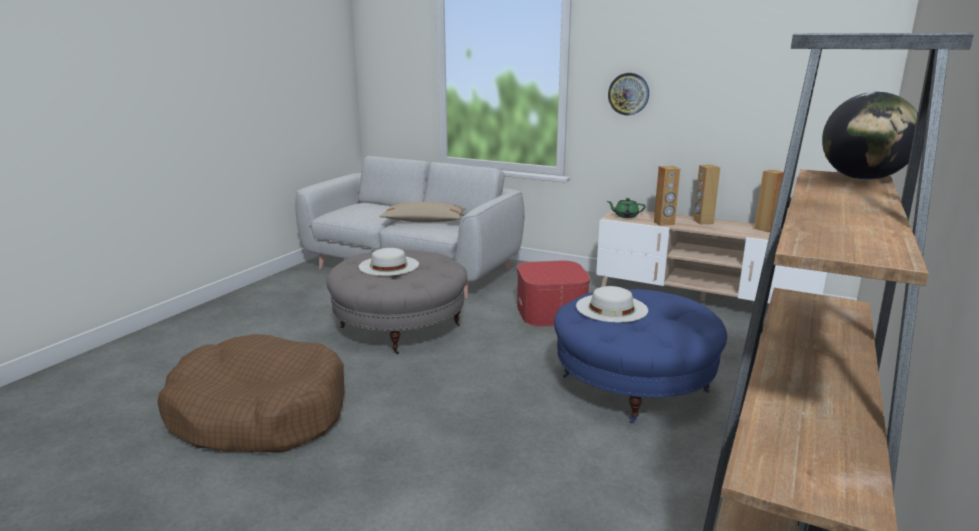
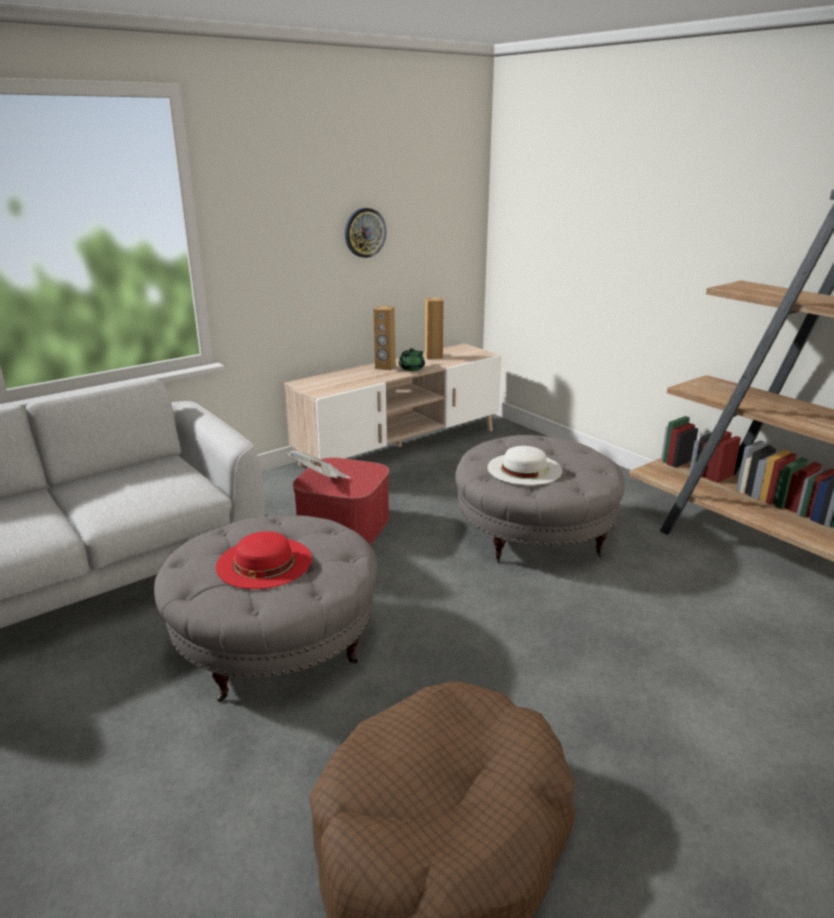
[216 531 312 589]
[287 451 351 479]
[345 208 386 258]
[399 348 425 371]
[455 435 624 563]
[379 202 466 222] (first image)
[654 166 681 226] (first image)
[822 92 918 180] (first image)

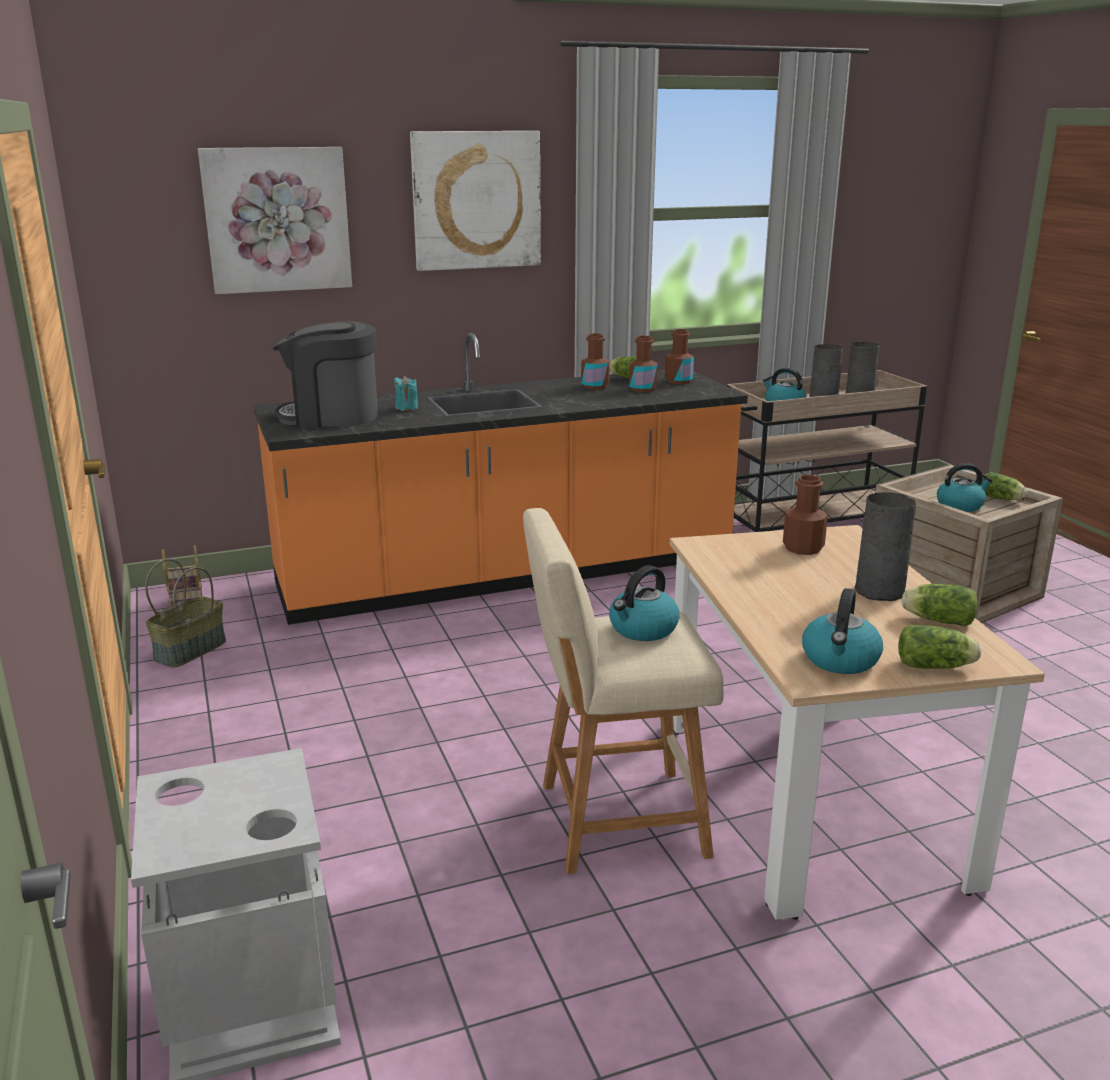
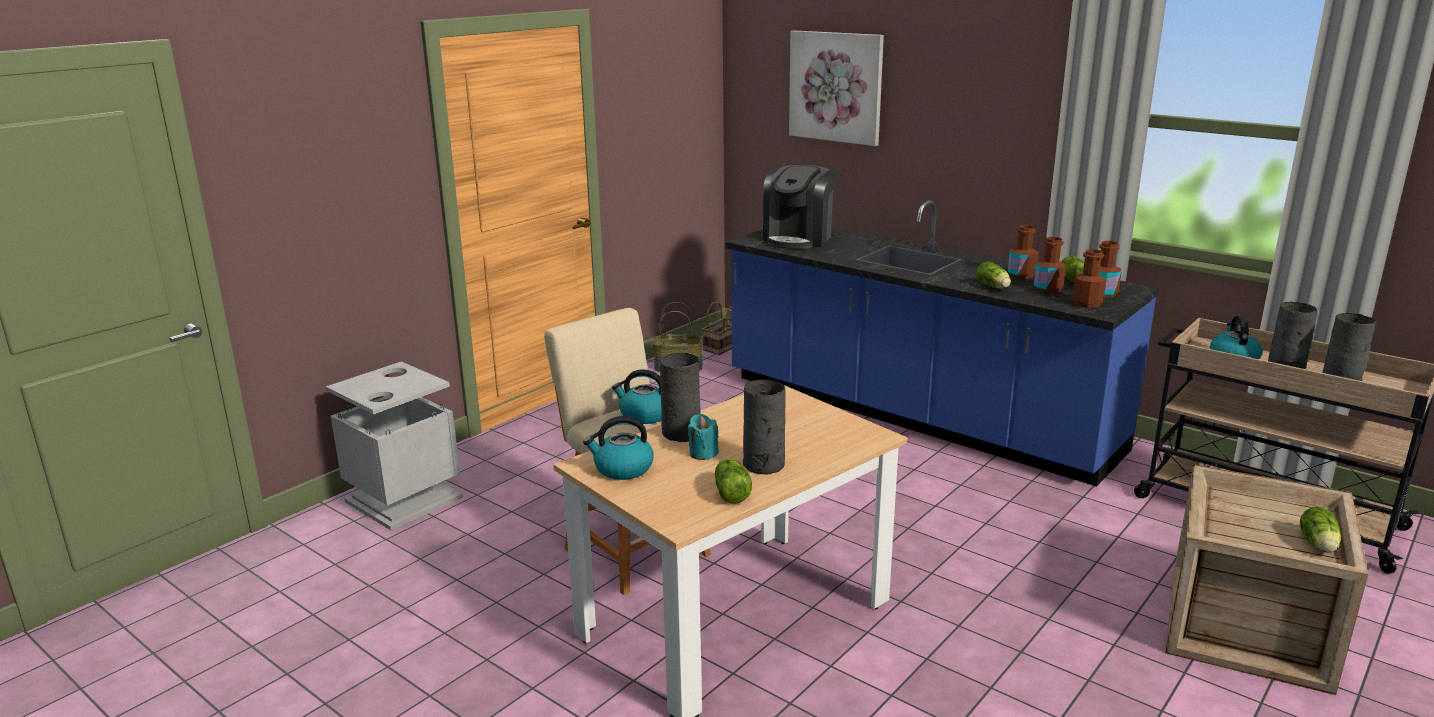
[660 353 700 442]
[687 414 719 460]
[726 200 1160 487]
[763 165 838 249]
[976 261 1011 289]
[1073 249 1106 308]
[410 131 541 271] (first image)
[937 463 993 512] (first image)

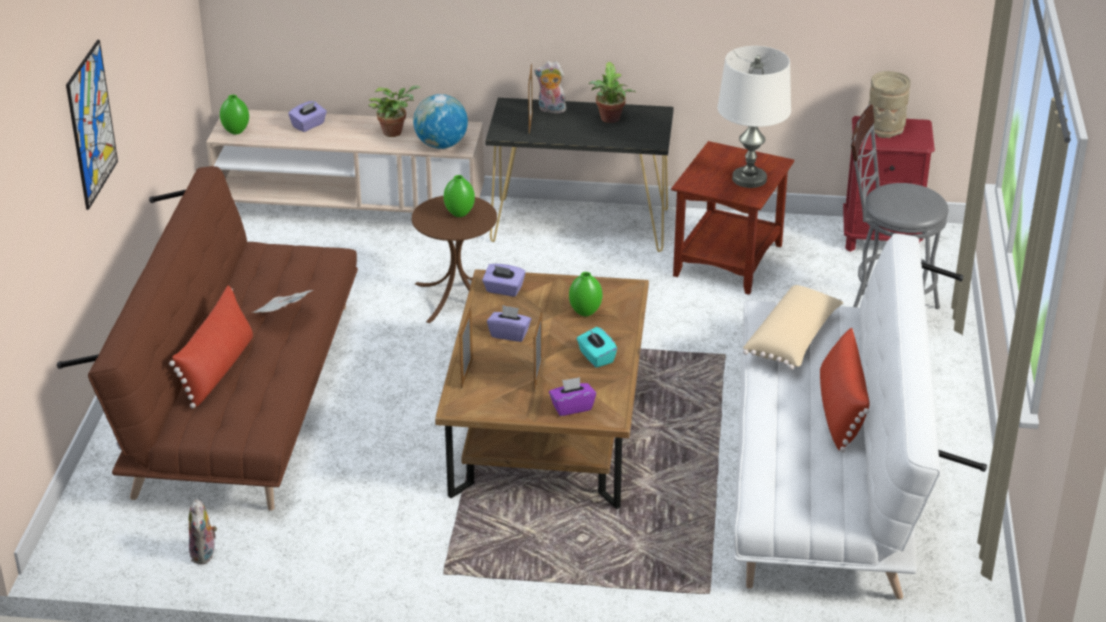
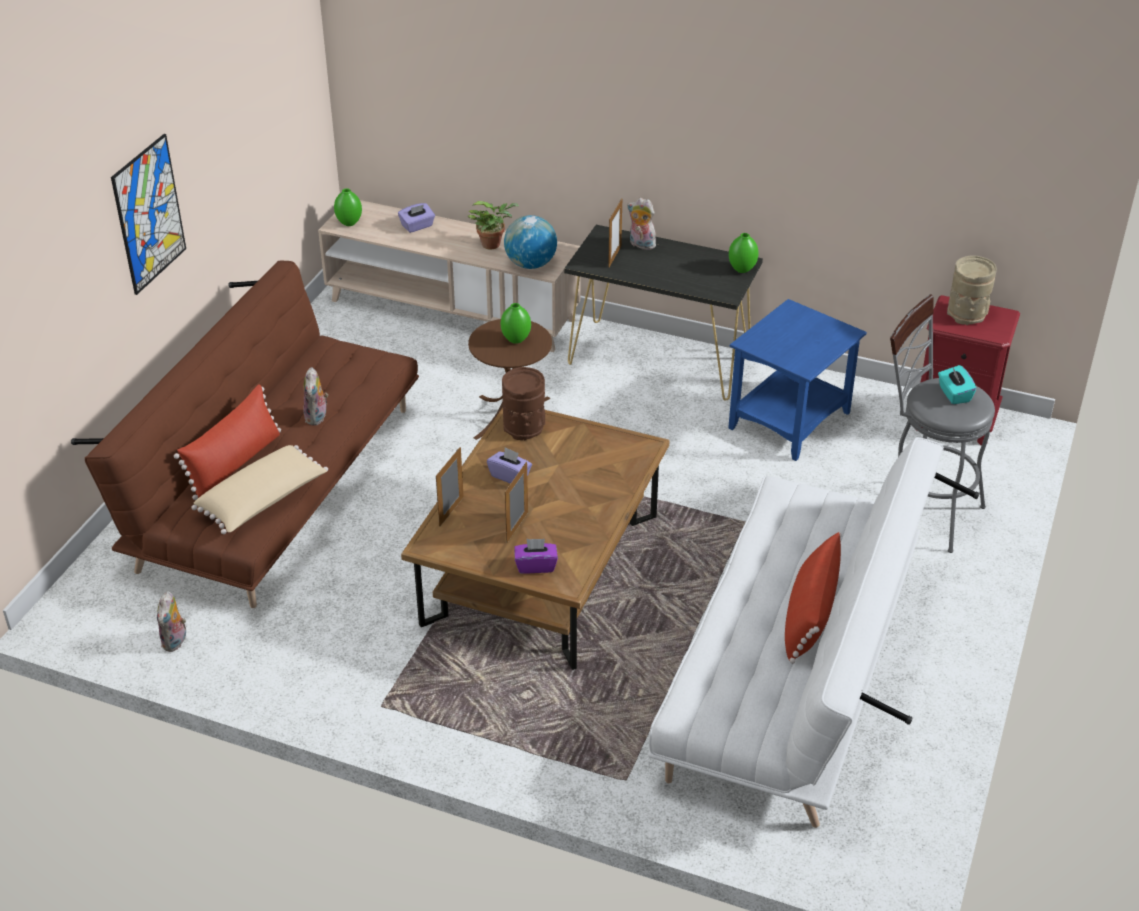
[191 445 328 535]
[303 367 328 426]
[502 367 545 440]
[728 299 867 461]
[729 233 759 273]
[938 365 976 404]
[589 62 636 123] (first image)
[718 46 791 188] (first image)

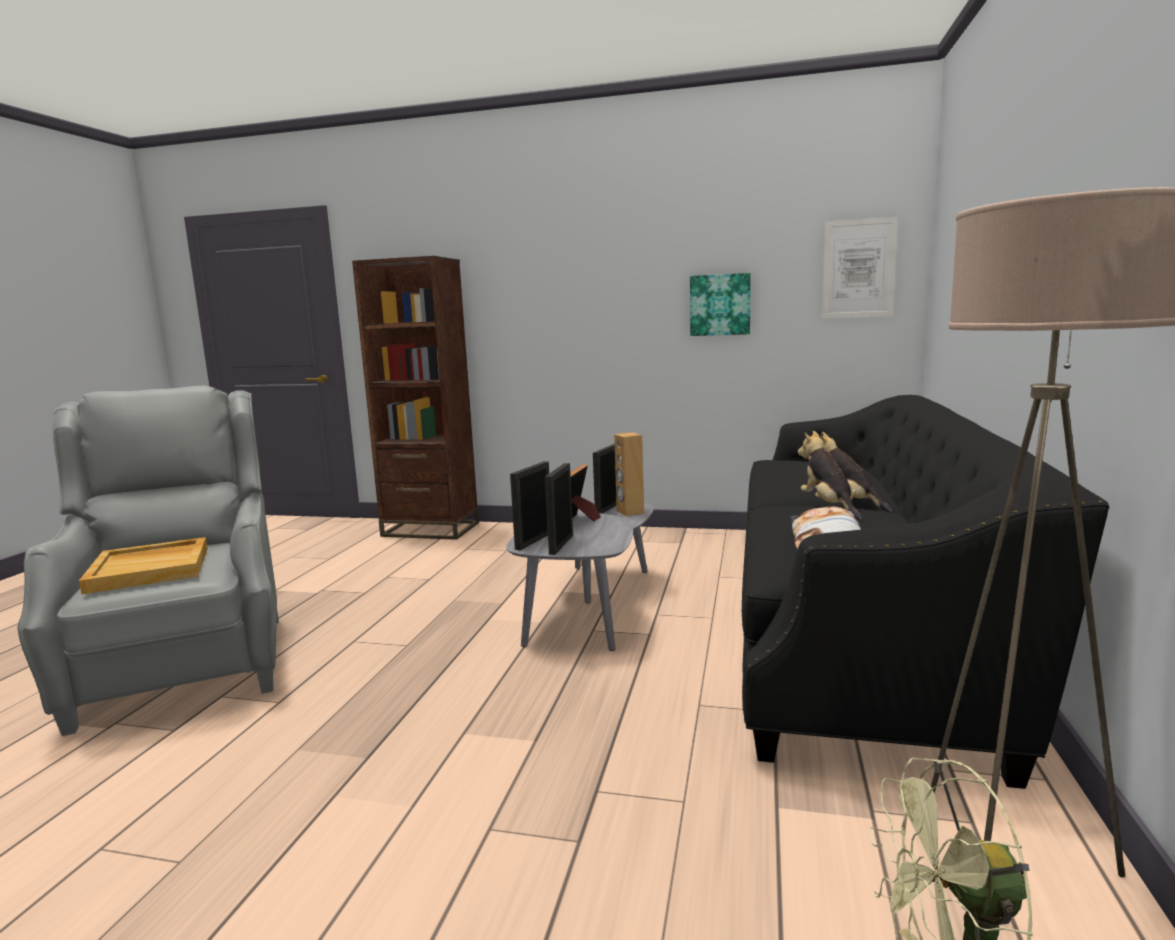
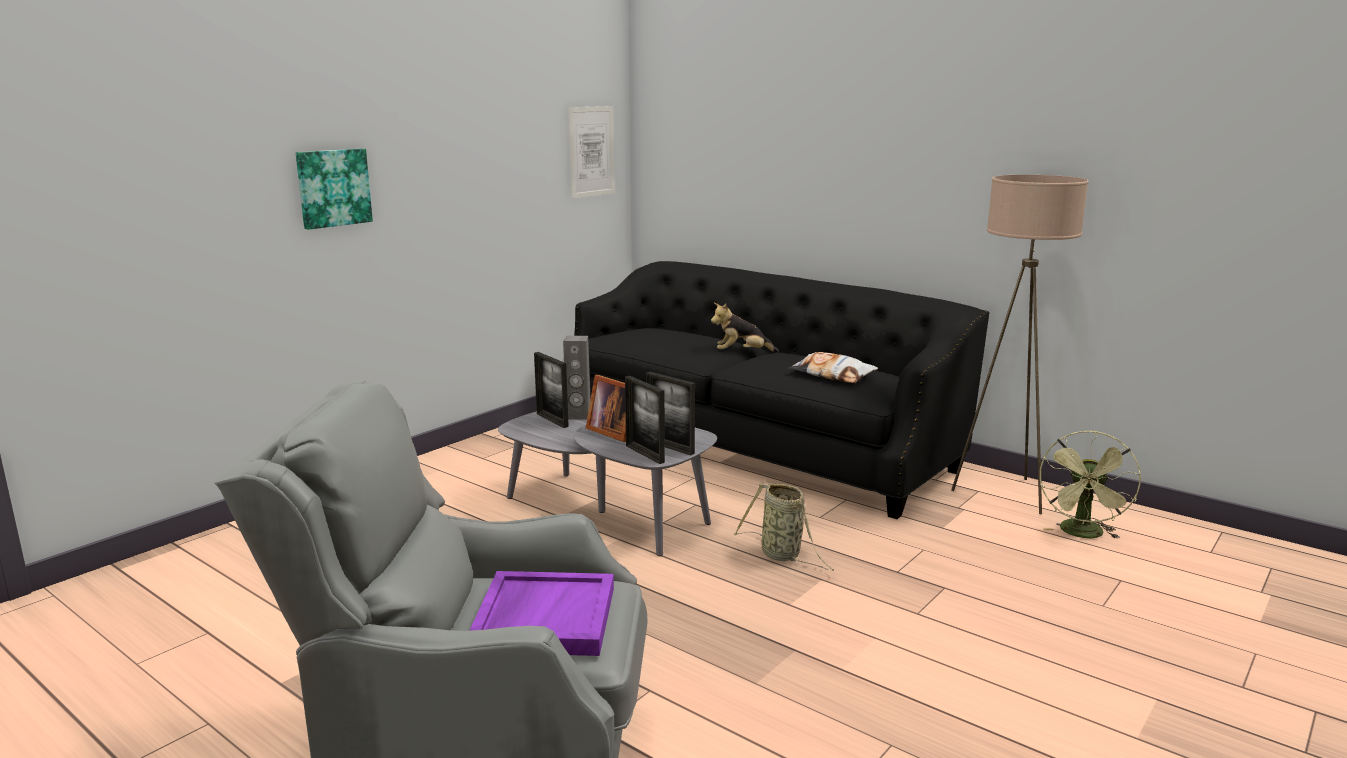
[296 149 373 230]
[469 571 614 656]
[563 336 591 420]
[734 482 834 571]
[352 256 479 540] (first image)
[798 431 862 520] (first image)

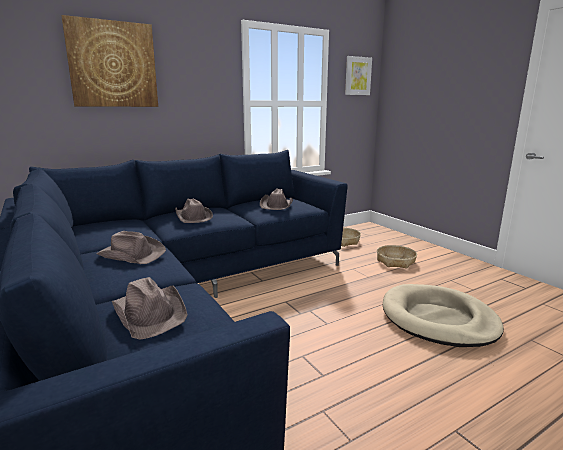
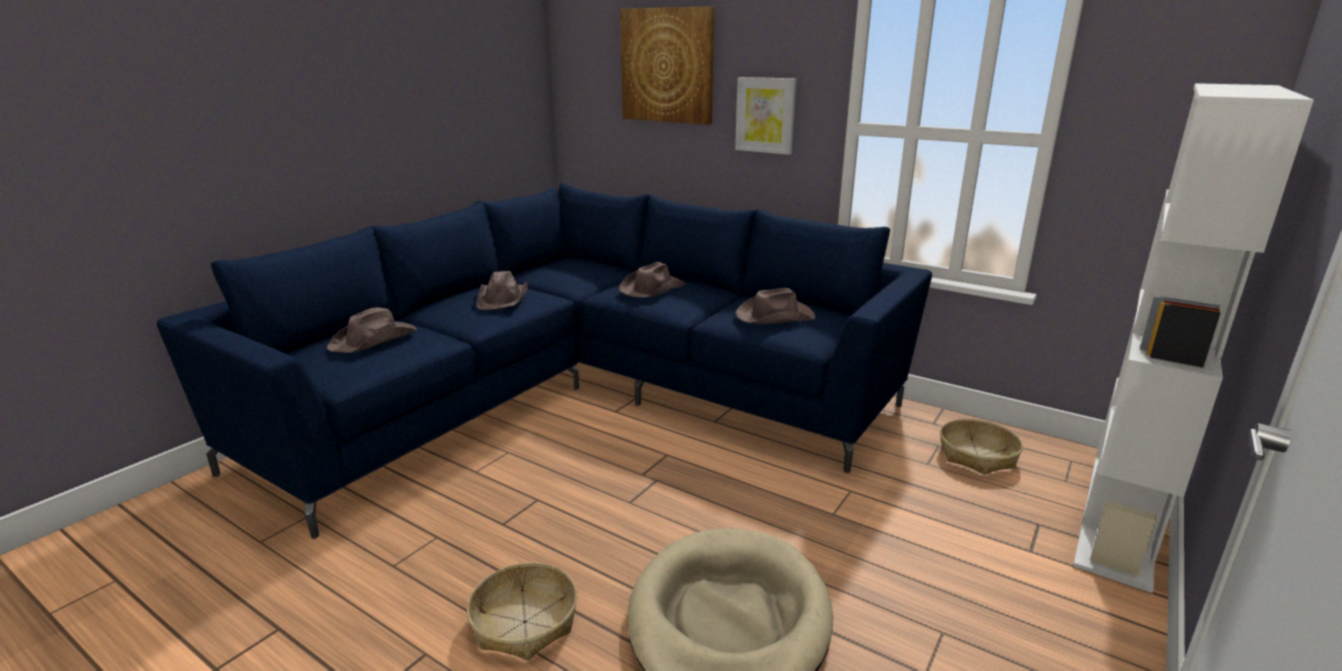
[467 563 578 660]
[735 77 797 155]
[1073 83 1314 593]

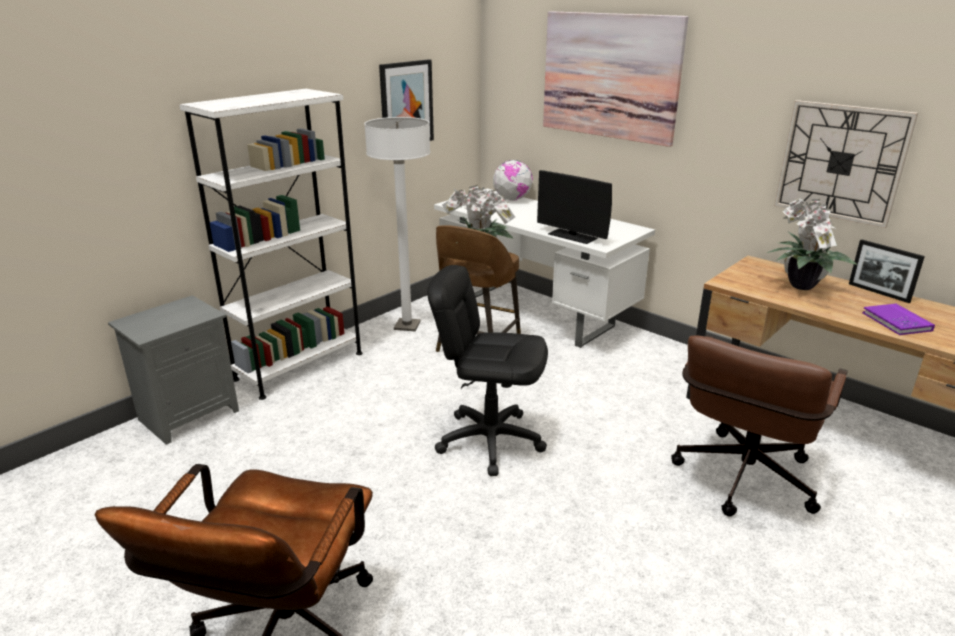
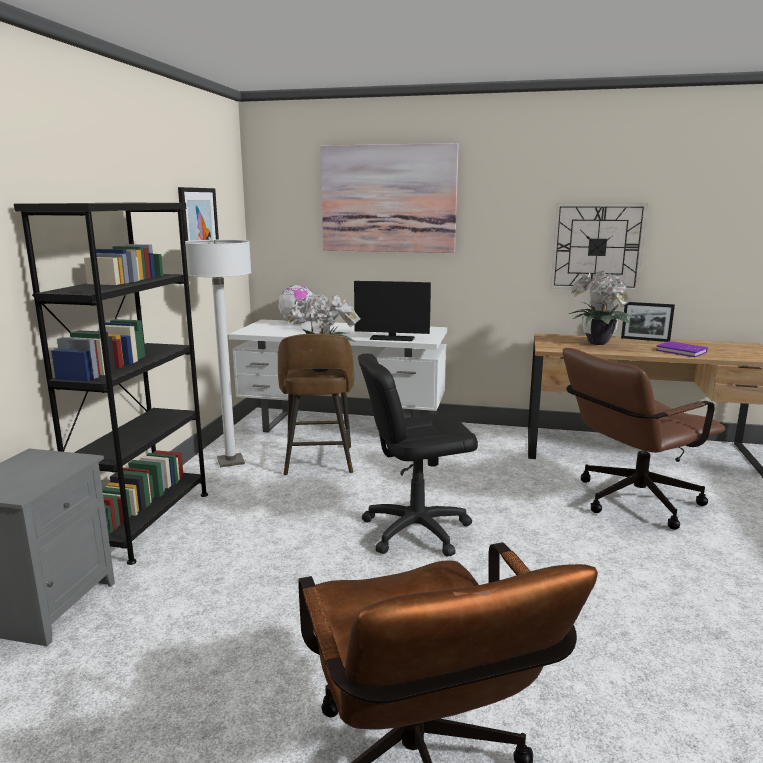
[14 203 208 565]
[563 348 725 530]

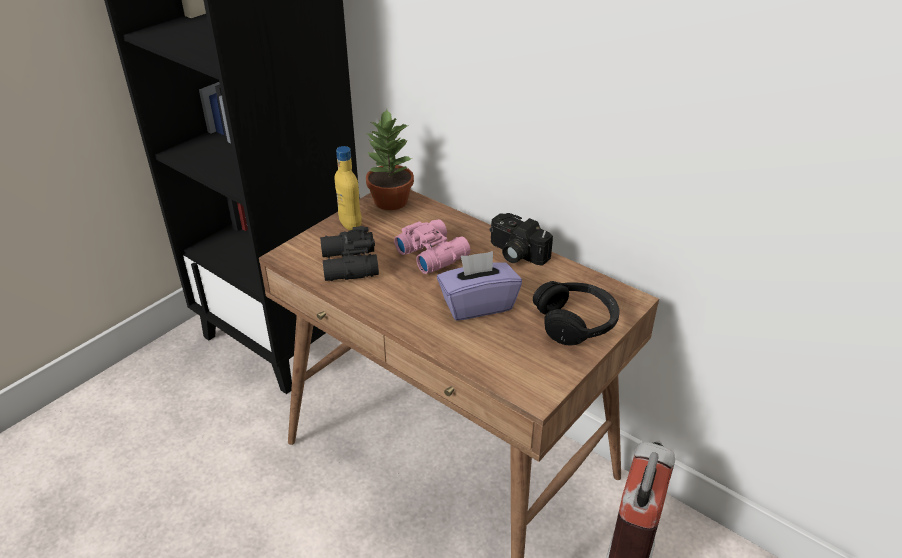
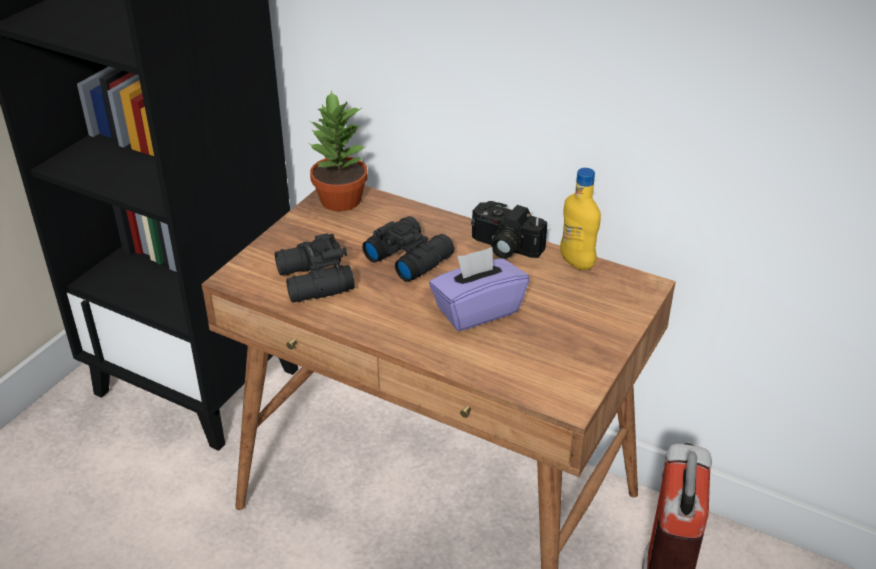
[362 216 454 282]
[560 168 601 270]
[533 281 620 346] (first image)

